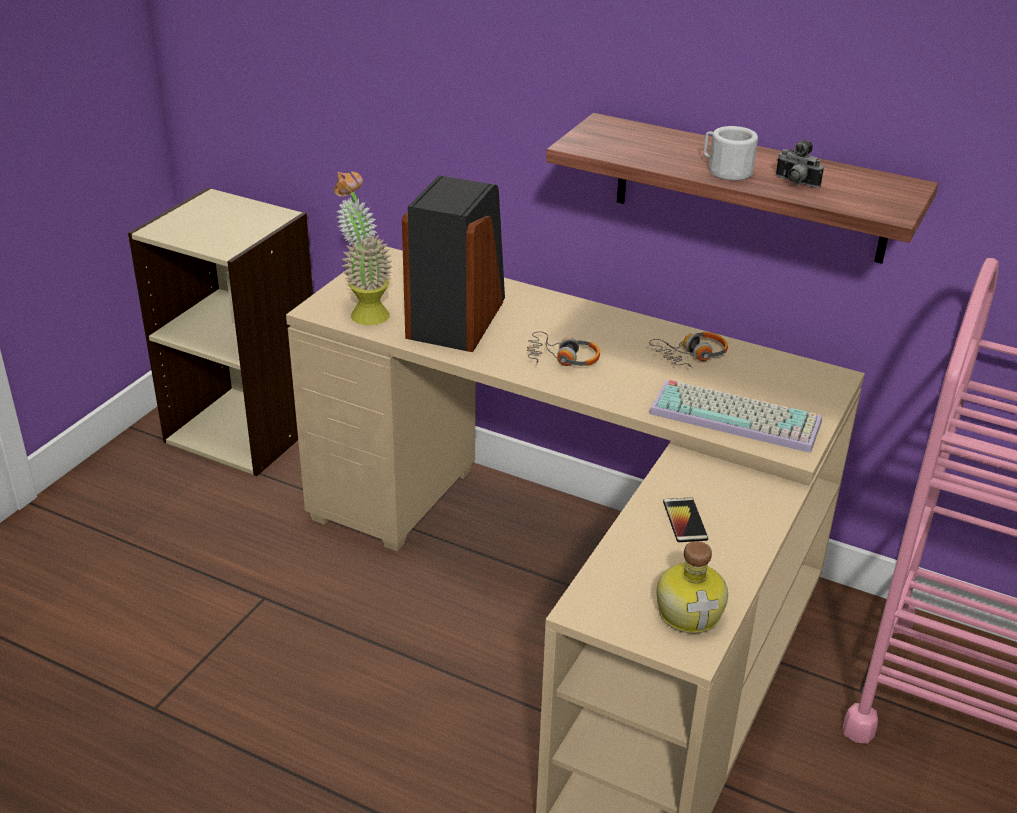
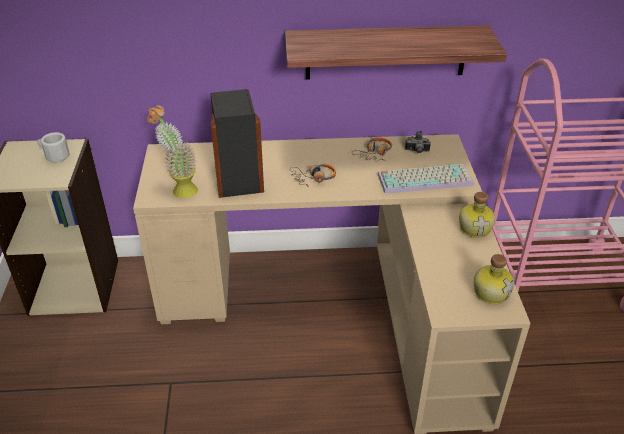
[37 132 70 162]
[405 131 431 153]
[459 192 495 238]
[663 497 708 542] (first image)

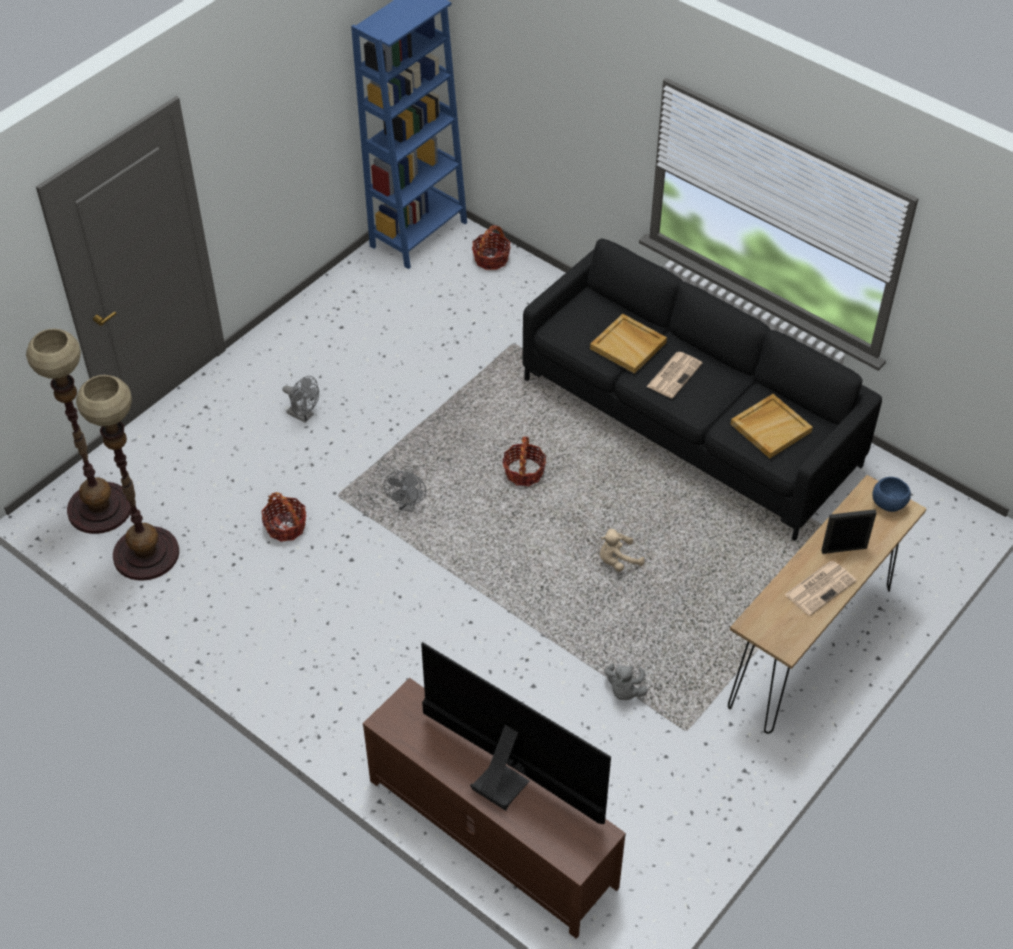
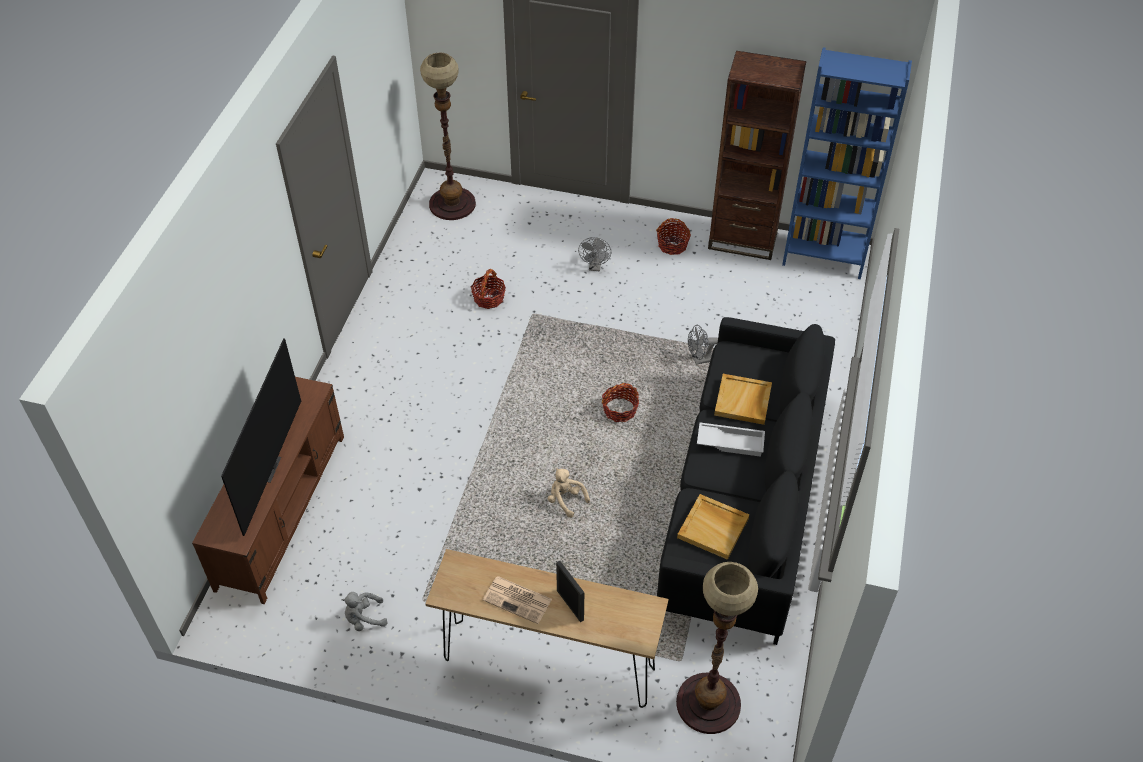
[342 592 387 631]
[656 218 691 255]
[676 562 758 734]
[688 325 718 365]
[697 423 765 457]
[708 51 806 260]
[873 477 911 512] (first image)

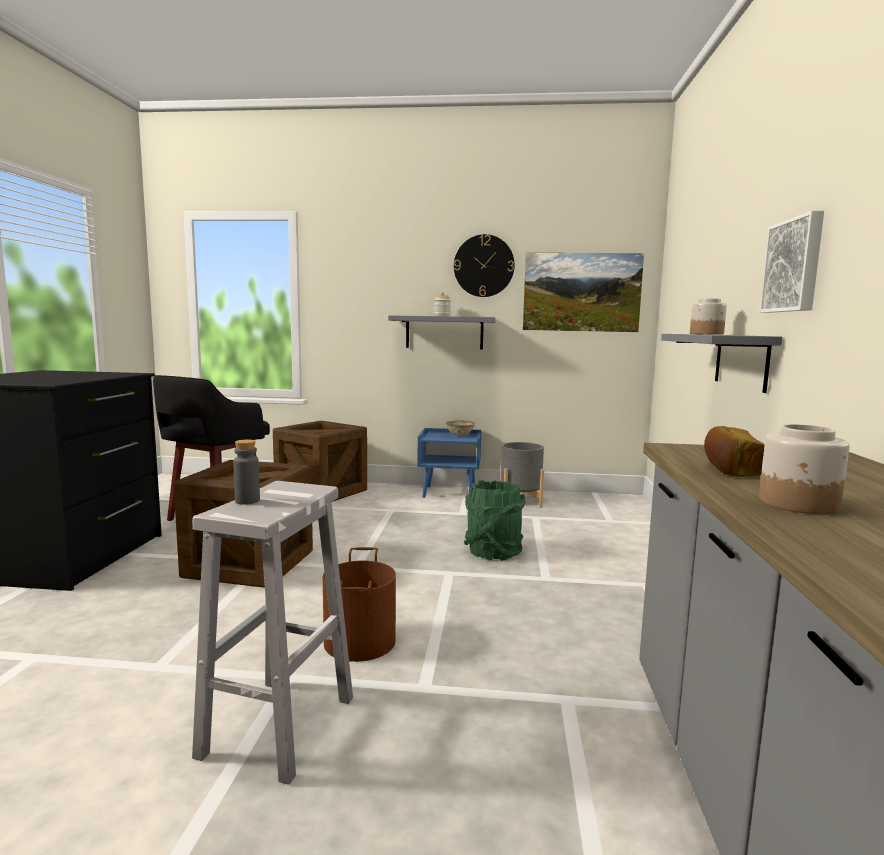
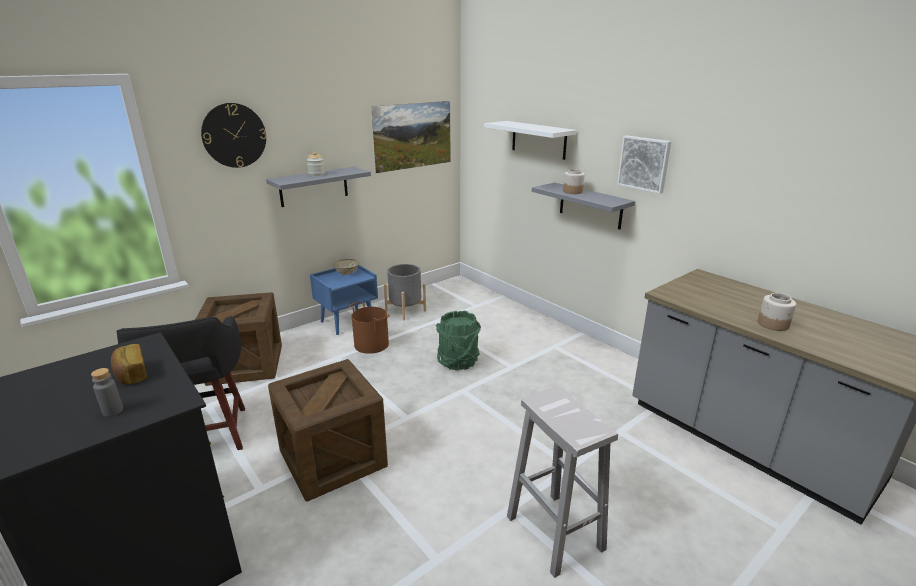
[91 368 123 417]
[111 344 147 385]
[201 103 267 168]
[349 301 390 354]
[484 121 577 160]

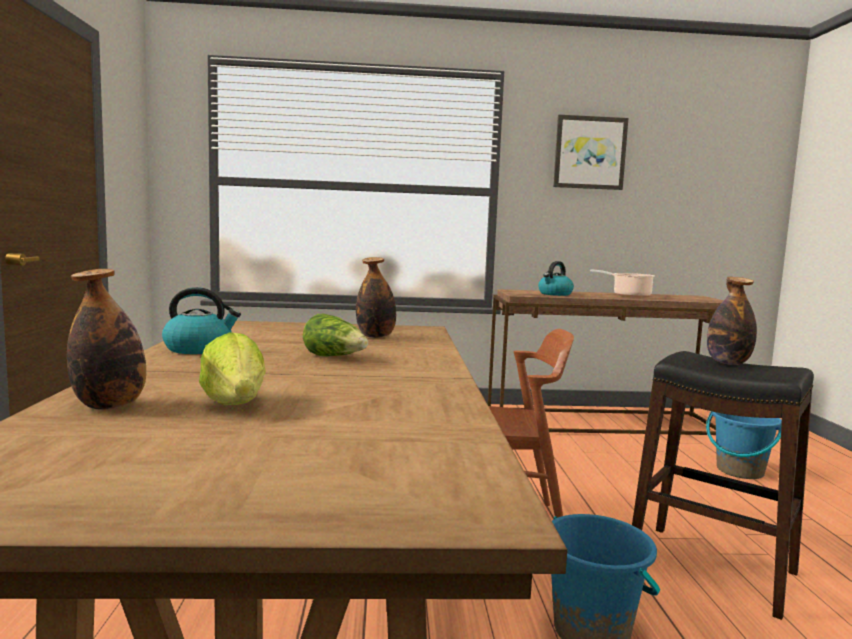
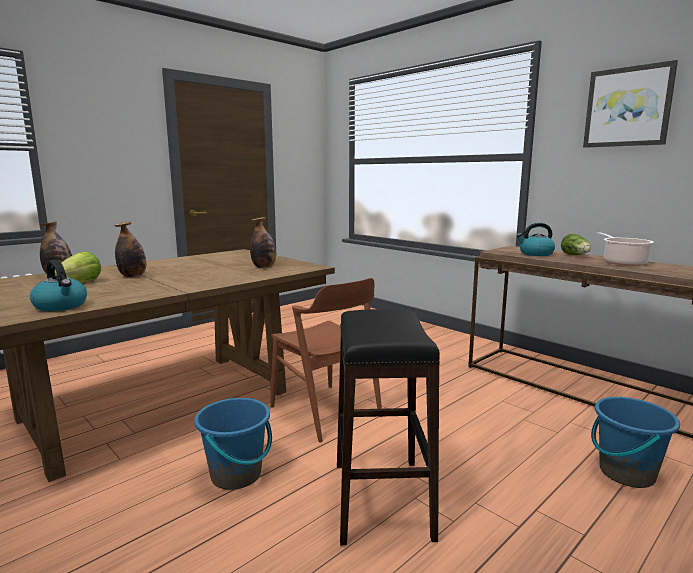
[30 260 87 311]
[115 221 146 277]
[561 234 591 255]

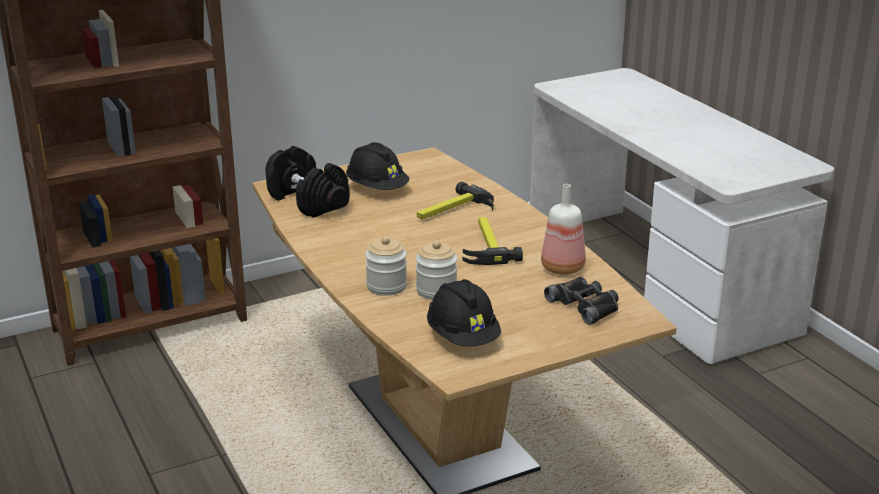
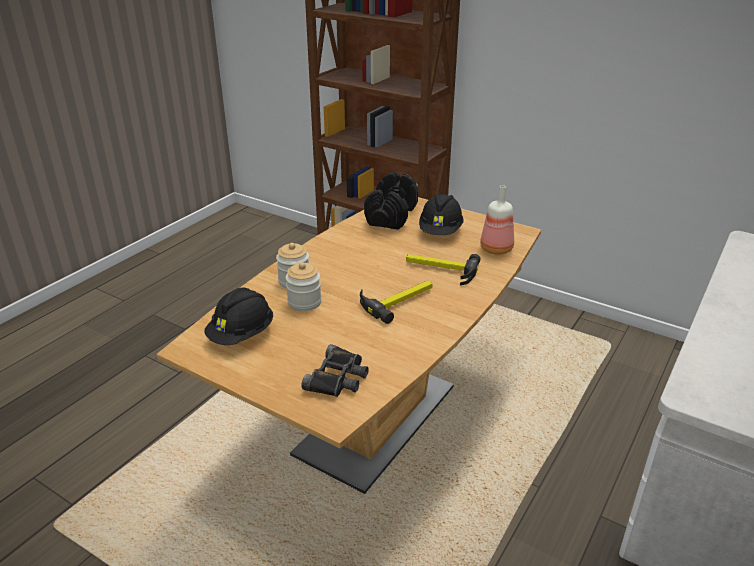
[480 185 514 255]

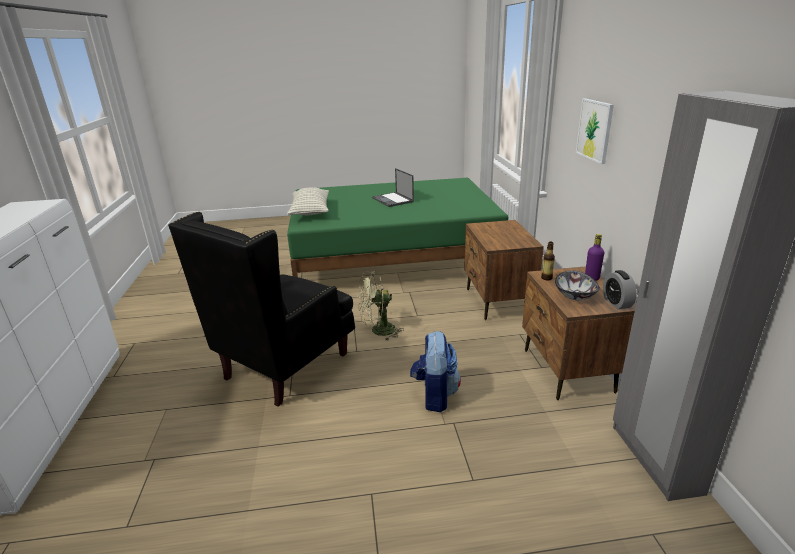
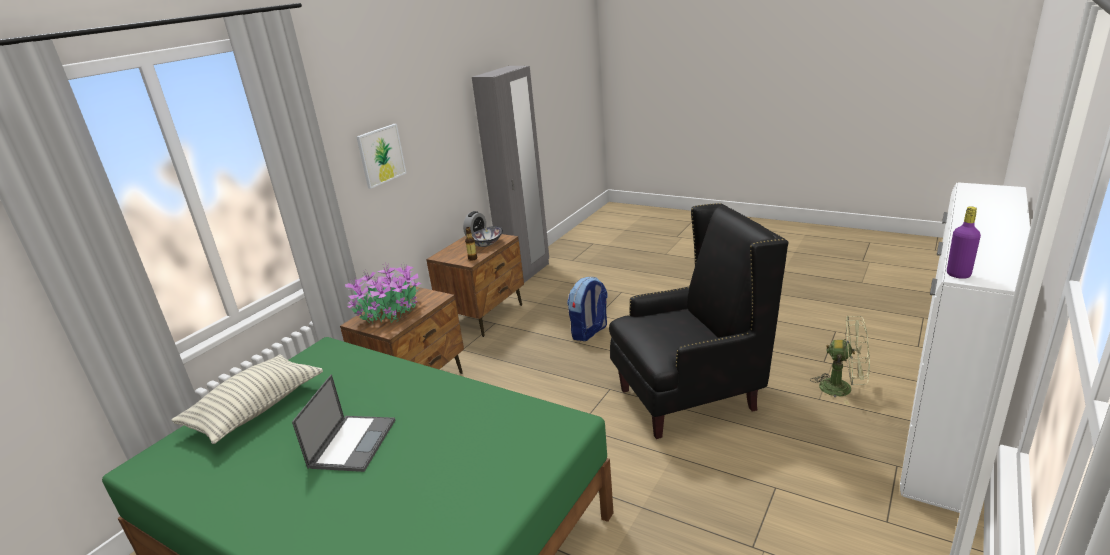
[172 355 323 444]
[345 262 421 323]
[810 316 870 405]
[947 206 981 279]

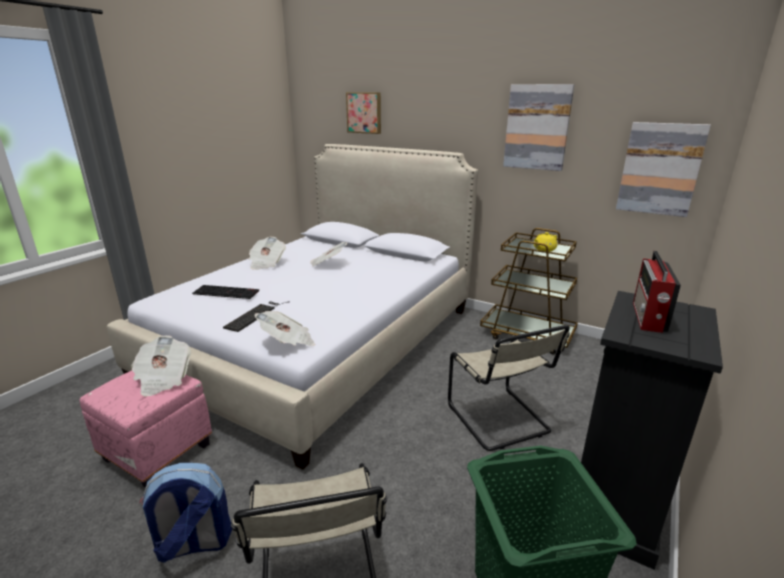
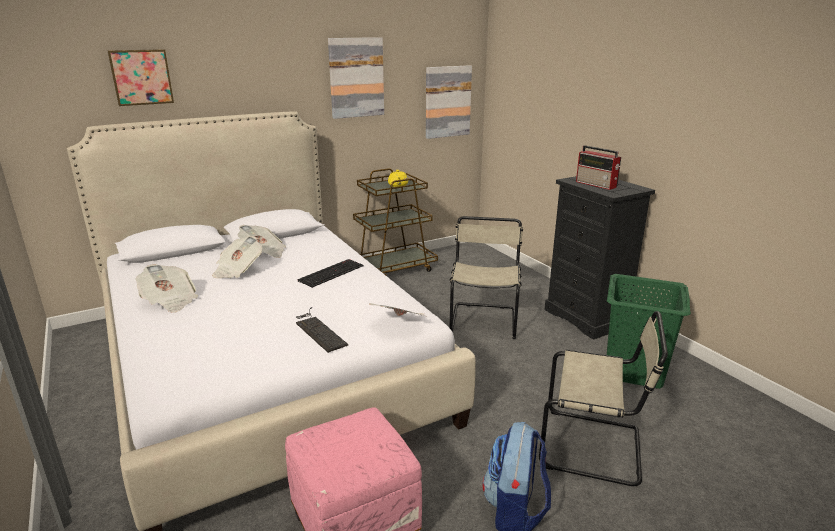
[237 225 286 258]
[297 259 363 288]
[449 216 523 339]

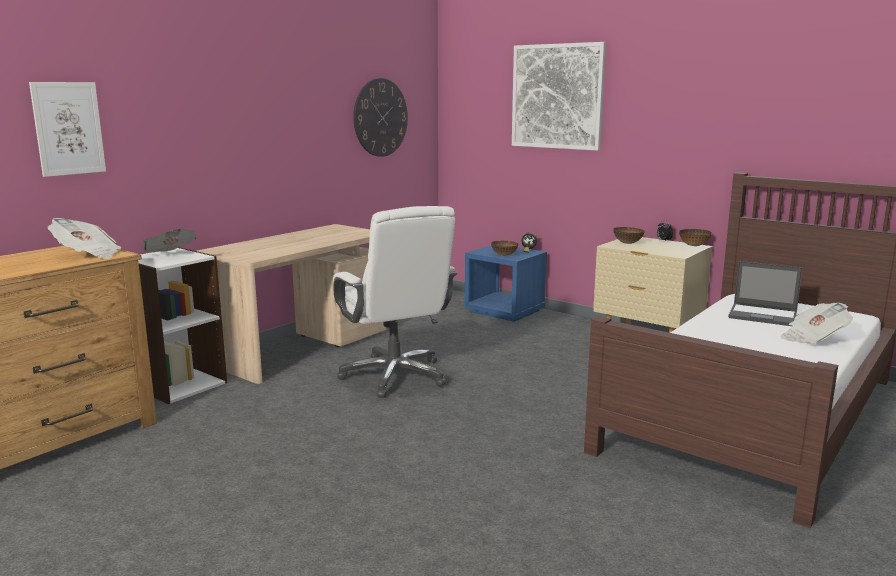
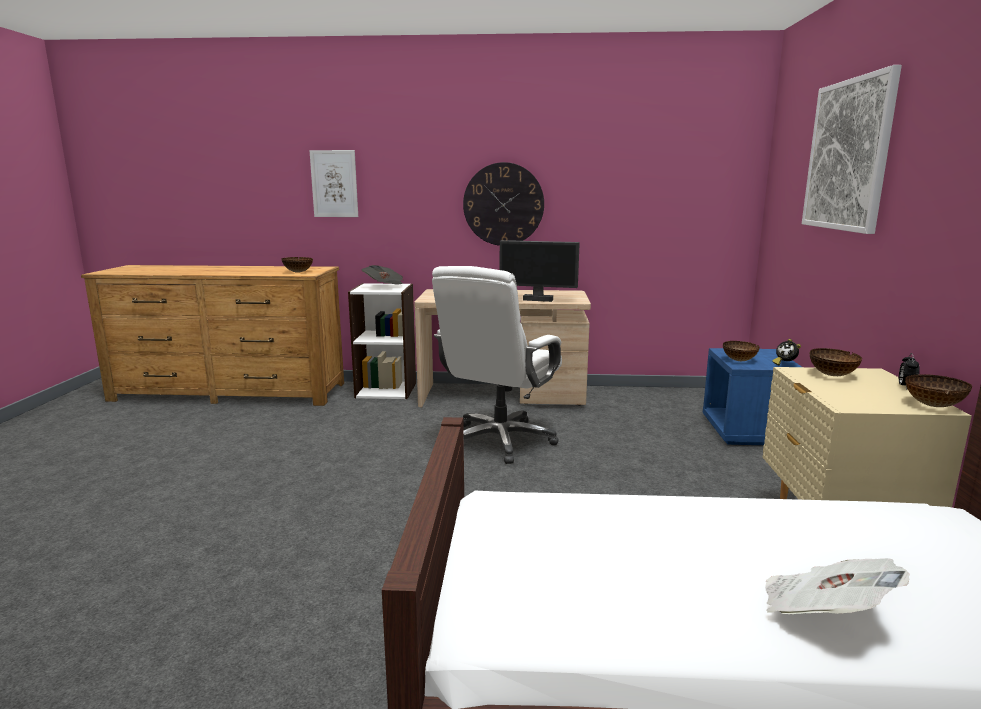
[282 257 313 273]
[463 162 544 246]
[500 240 580 302]
[728 261 803 326] (first image)

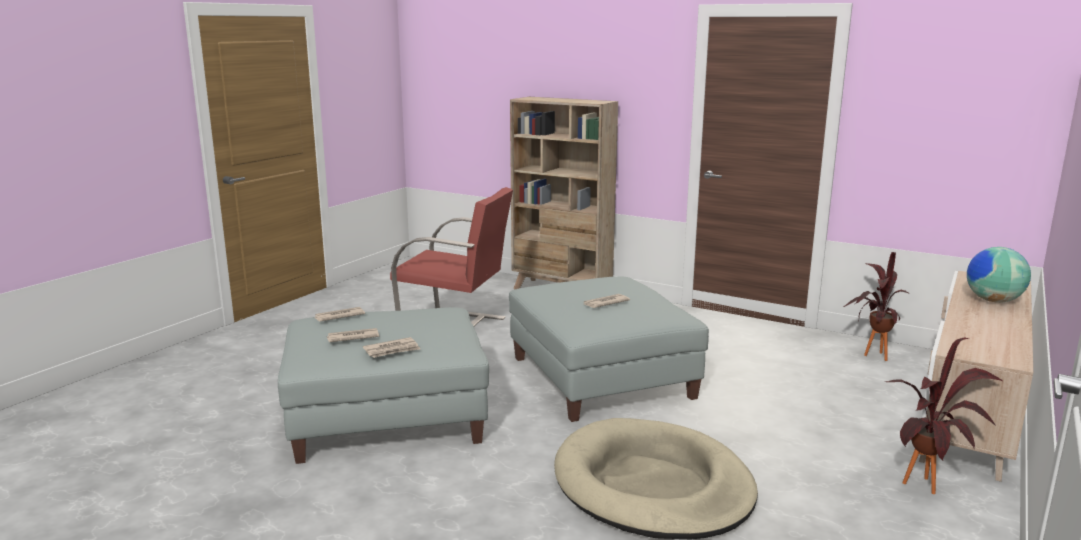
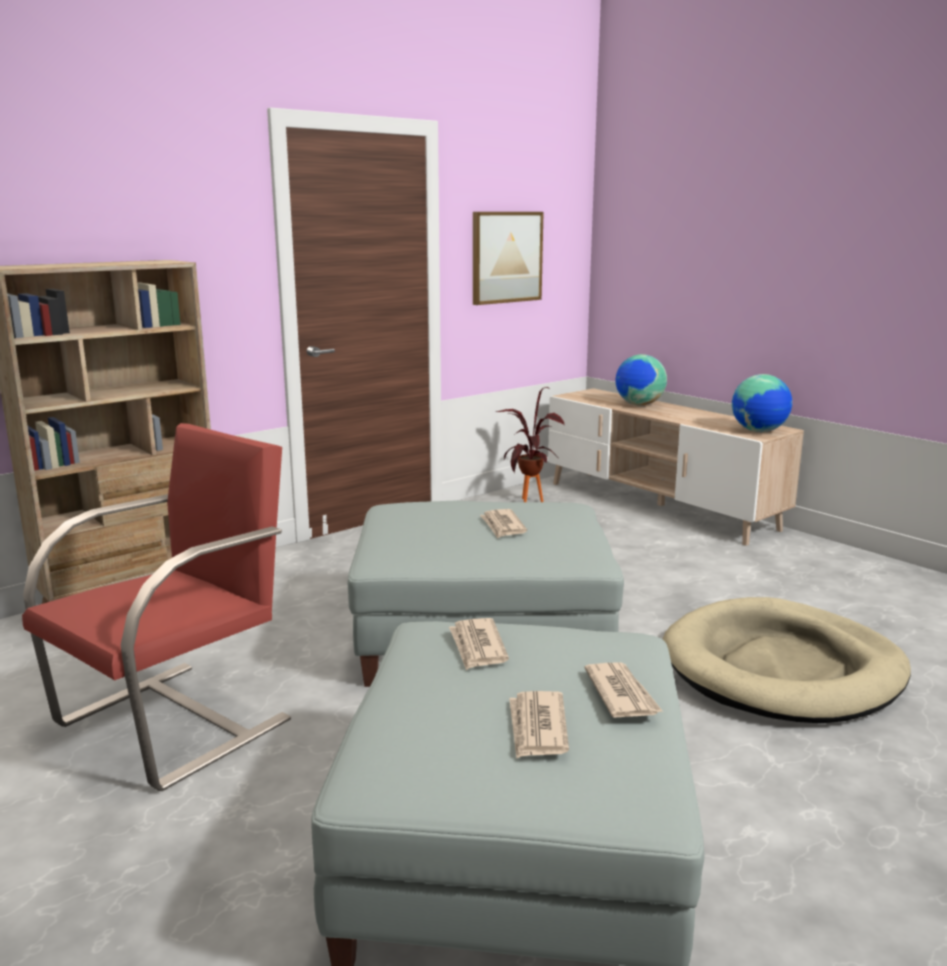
[449 618 509 670]
[473 212 544 305]
[732 374 792 432]
[885 337 1002 494] (first image)

